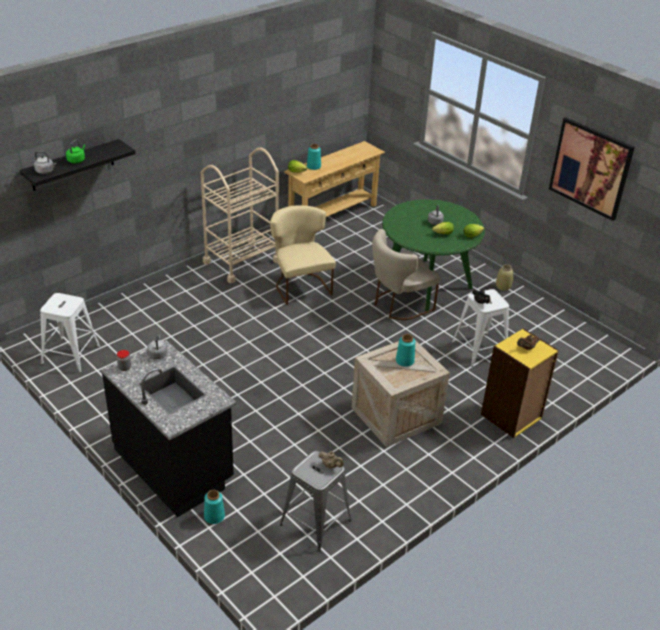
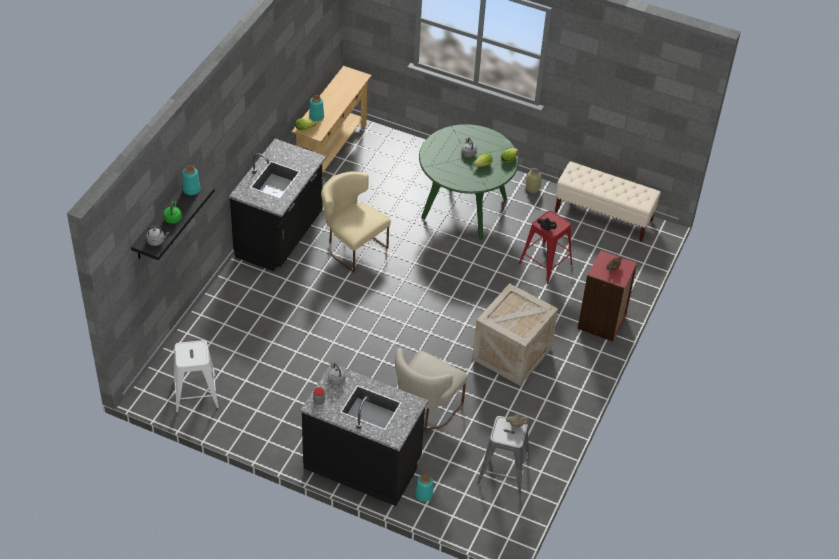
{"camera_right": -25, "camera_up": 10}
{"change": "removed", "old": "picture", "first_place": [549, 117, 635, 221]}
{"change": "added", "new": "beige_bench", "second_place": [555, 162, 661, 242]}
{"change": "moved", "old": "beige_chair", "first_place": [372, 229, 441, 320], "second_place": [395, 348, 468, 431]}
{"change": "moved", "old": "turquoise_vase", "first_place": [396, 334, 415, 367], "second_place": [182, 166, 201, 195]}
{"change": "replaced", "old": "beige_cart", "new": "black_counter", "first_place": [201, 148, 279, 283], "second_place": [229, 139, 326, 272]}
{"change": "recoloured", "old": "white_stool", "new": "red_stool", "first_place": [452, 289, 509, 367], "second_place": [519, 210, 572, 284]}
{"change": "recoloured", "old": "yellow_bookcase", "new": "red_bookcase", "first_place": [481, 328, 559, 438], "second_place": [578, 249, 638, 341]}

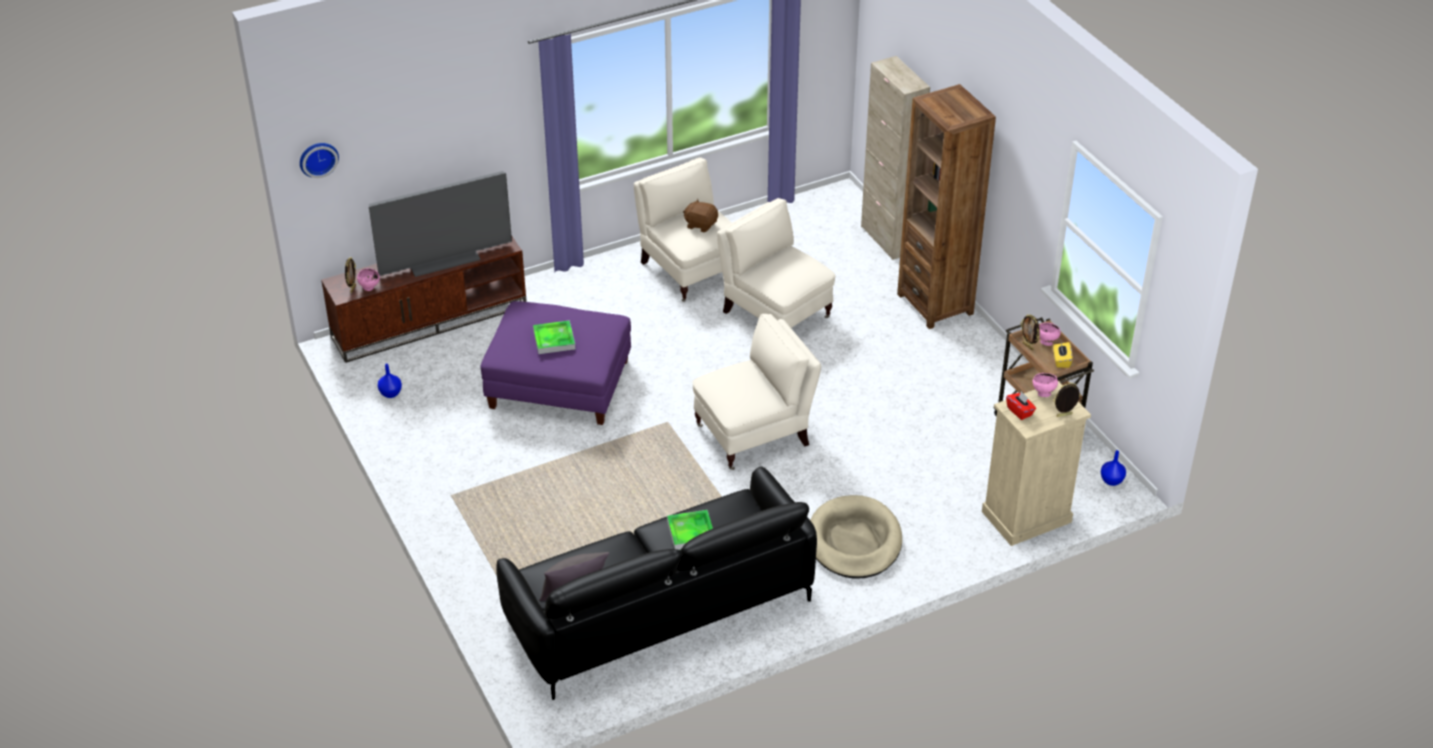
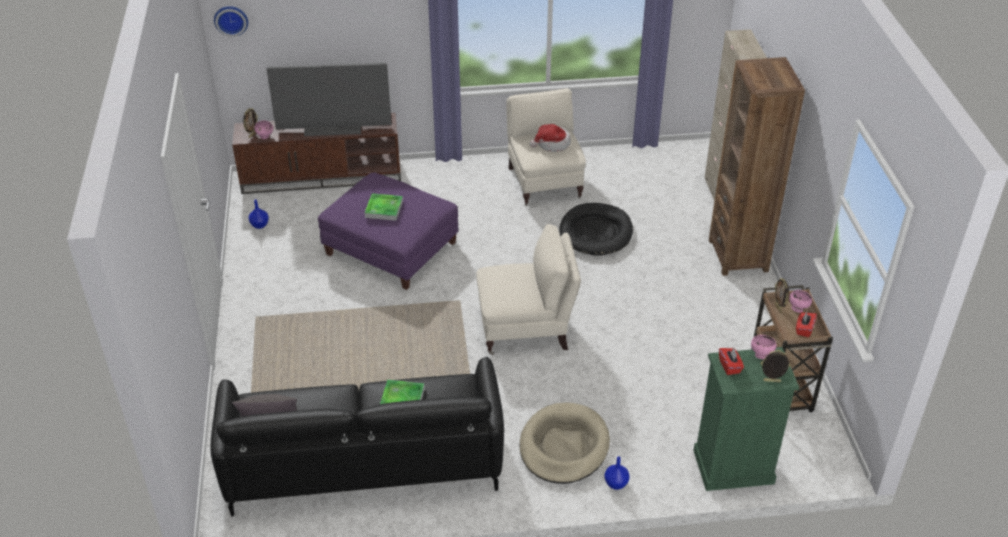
{"camera_right": 20, "camera_up": 0}
{"change": "moved", "old": "blue_vase", "first_place": [1101, 450, 1126, 486], "second_place": [604, 457, 630, 490]}
{"change": "replaced", "old": "brown_plush_toy", "new": "hat", "first_place": [683, 199, 718, 232], "second_place": [530, 124, 571, 152]}
{"change": "replaced", "old": "beige_armchair", "new": "black_dog_bed", "first_place": [717, 198, 836, 328], "second_place": [560, 203, 633, 255]}
{"change": "recoloured", "old": "beige_dresser", "new": "green_dresser", "first_place": [982, 381, 1091, 546], "second_place": [693, 347, 799, 491]}
{"change": "recoloured", "old": "yellow_tissue_box", "new": "red_tissue_box", "first_place": [1053, 342, 1073, 368], "second_place": [796, 311, 817, 337]}

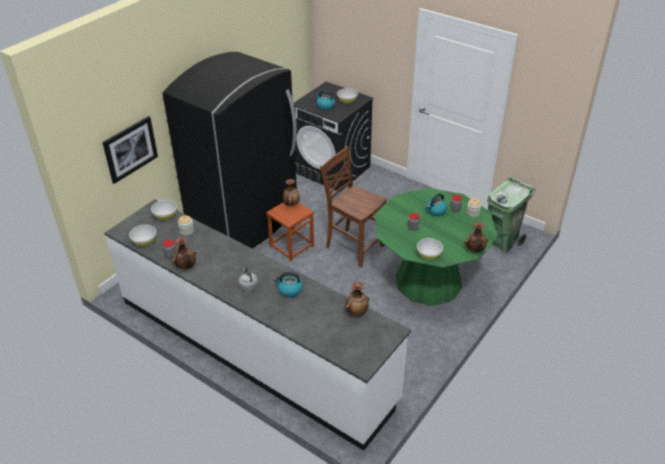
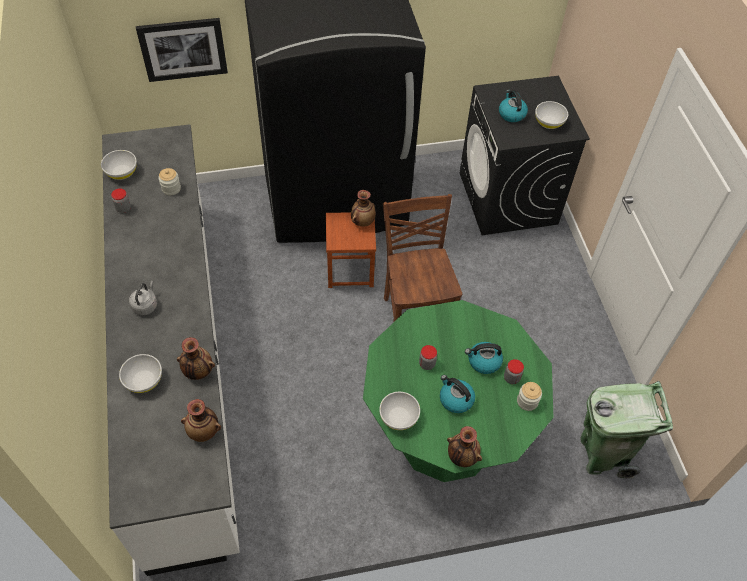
{"camera_right": 40, "camera_up": 15}
{"change": "moved", "old": "white_bowl", "first_place": [151, 200, 177, 220], "second_place": [119, 354, 162, 393]}
{"change": "moved", "old": "vase", "first_place": [172, 237, 196, 269], "second_place": [177, 337, 215, 380]}
{"change": "moved", "old": "kettle", "first_place": [273, 272, 303, 297], "second_place": [440, 375, 475, 413]}

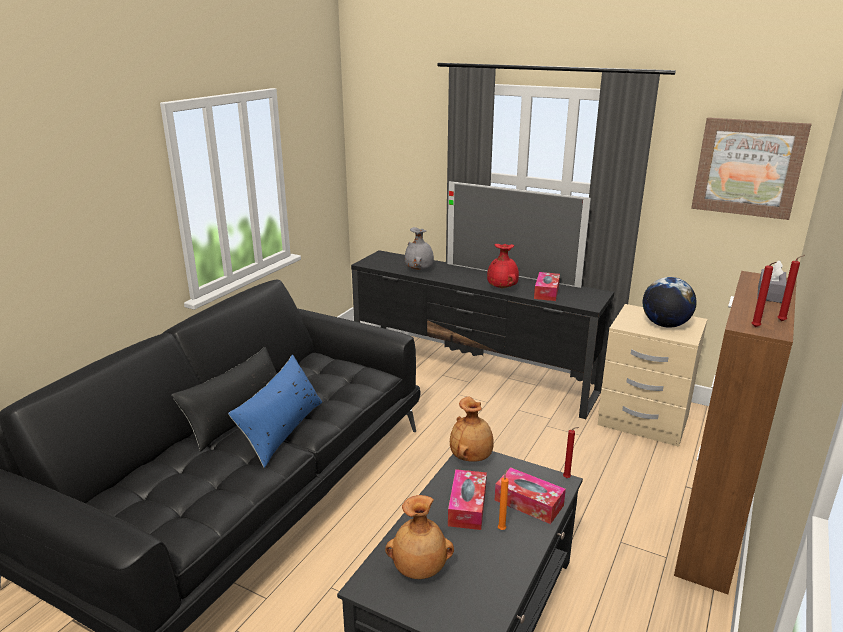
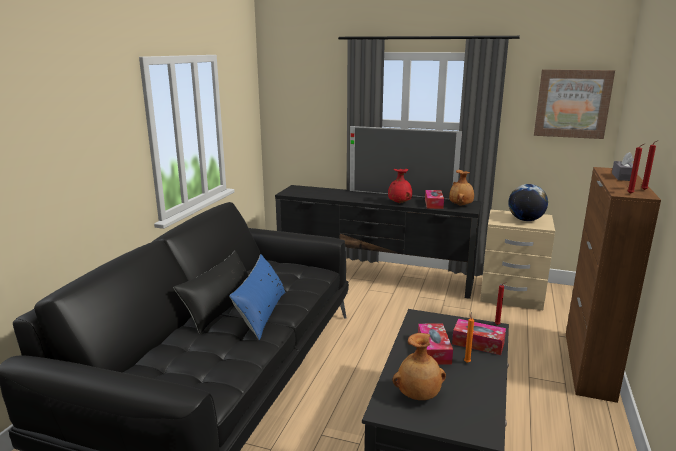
{"camera_right": -10, "camera_up": -5}
{"change": "removed", "old": "grey_vase", "first_place": [405, 227, 434, 270]}
{"change": "moved", "old": "brown_vase", "first_place": [450, 397, 494, 462], "second_place": [449, 170, 474, 206]}

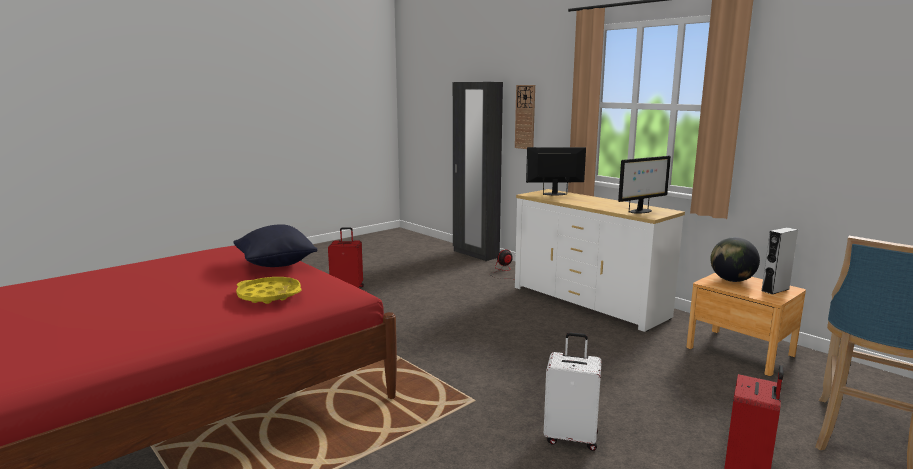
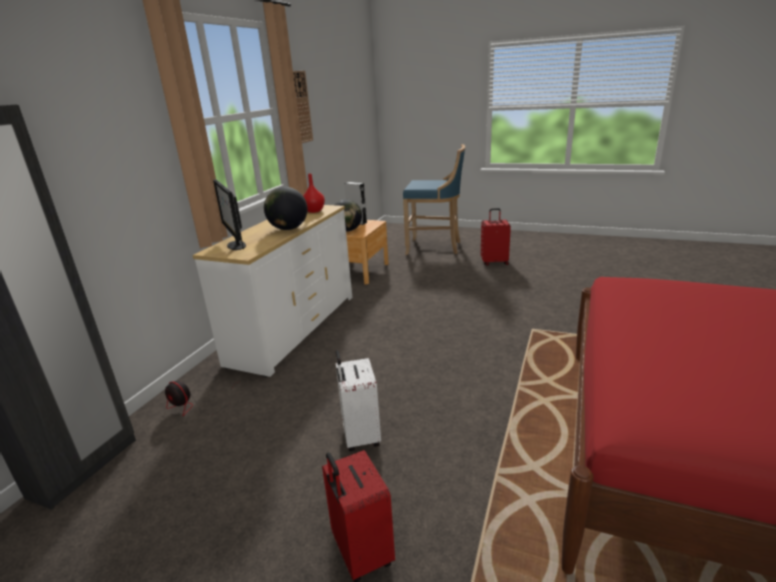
{"camera_right": -115, "camera_up": 10}
{"change": "removed", "old": "black_pillow", "first_place": [233, 224, 318, 267]}
{"change": "removed", "old": "yellow_tray", "first_place": [236, 277, 302, 304]}
{"change": "added", "new": "globe", "second_place": [264, 187, 307, 230]}
{"change": "moved", "old": "wall_clock", "first_place": [515, 85, 535, 149], "second_place": [293, 71, 313, 143]}
{"change": "moved", "old": "white_suitcase", "first_place": [544, 332, 602, 451], "second_place": [336, 350, 381, 451]}
{"change": "replaced", "old": "monitor", "new": "red_vase", "first_place": [618, 156, 671, 214], "second_place": [303, 173, 325, 213]}

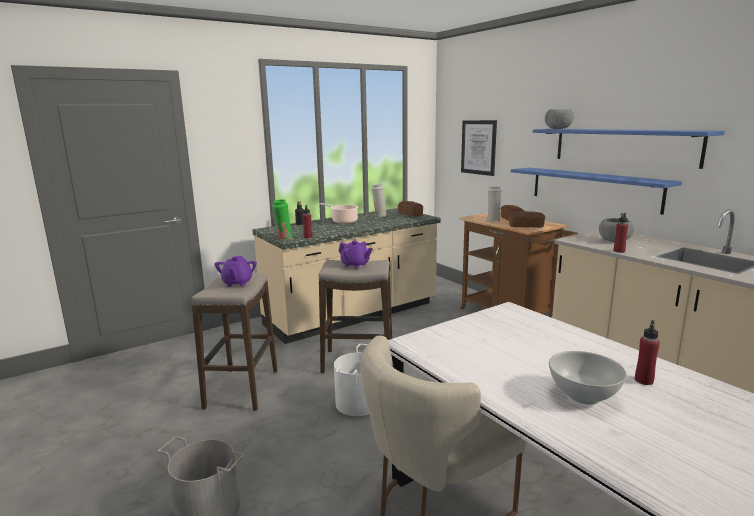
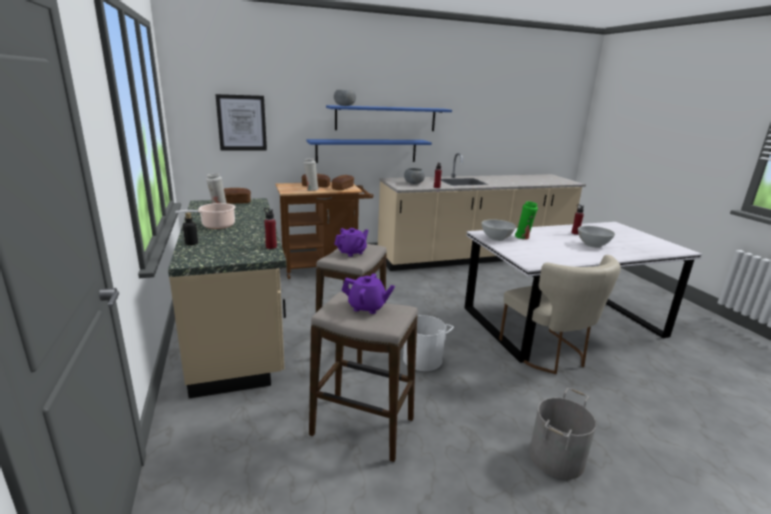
{"camera_right": -75, "camera_up": 5}
{"change": "added", "new": "white_bowl", "second_place": [481, 219, 516, 241]}
{"change": "moved", "old": "green_vase", "first_place": [273, 199, 293, 240], "second_place": [515, 201, 538, 240]}

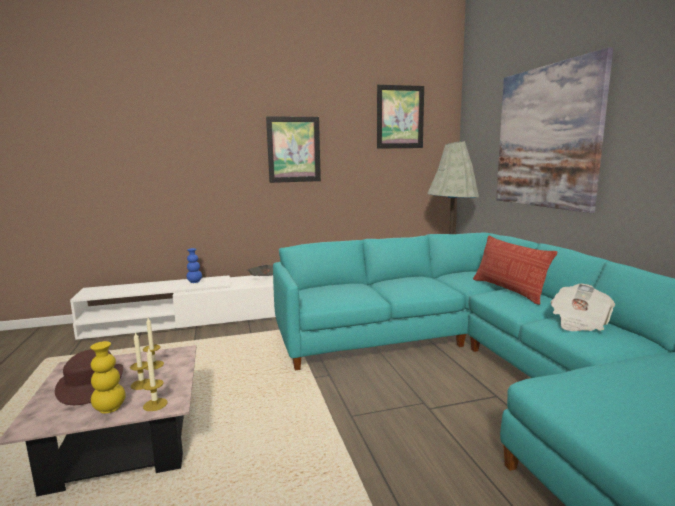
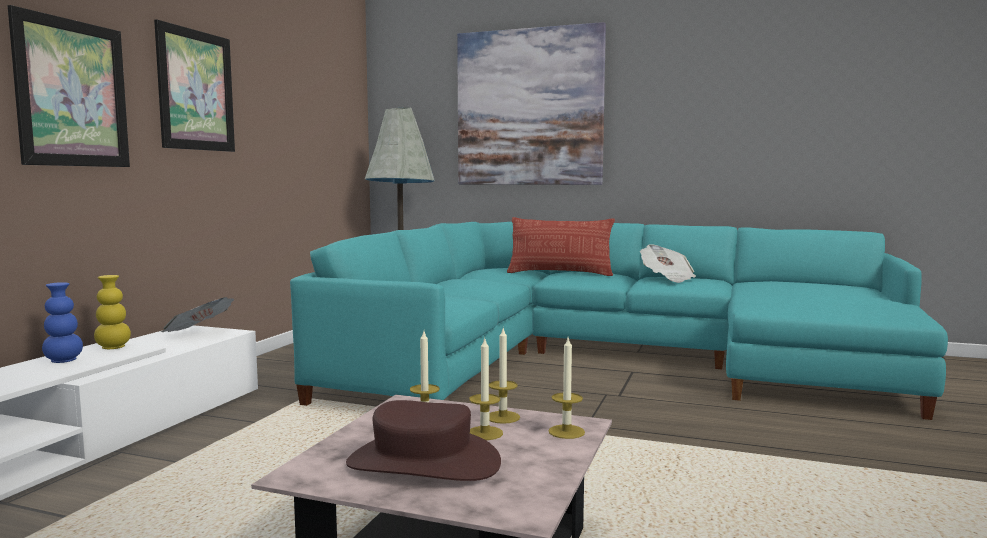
{"camera_right": -55, "camera_up": -5}
{"change": "added", "new": "candle", "second_place": [489, 329, 520, 424]}
{"change": "moved", "old": "yellow_vase", "first_place": [90, 341, 125, 413], "second_place": [94, 275, 131, 349]}
{"change": "moved", "old": "picture", "first_place": [377, 85, 424, 149], "second_place": [8, 5, 130, 167]}

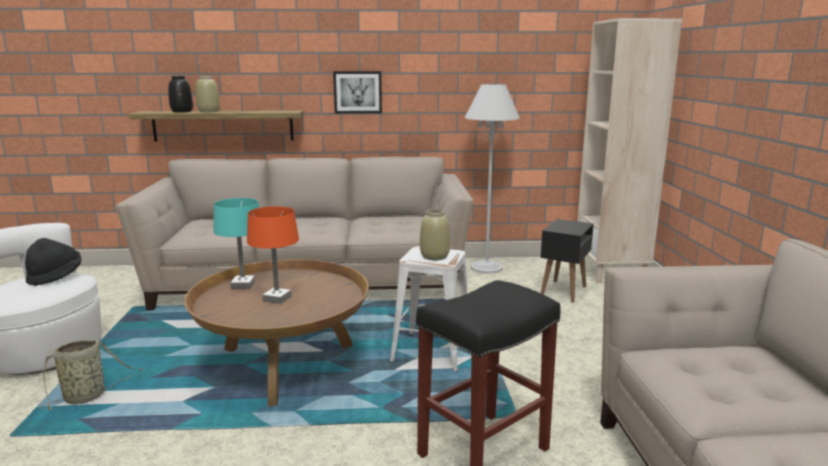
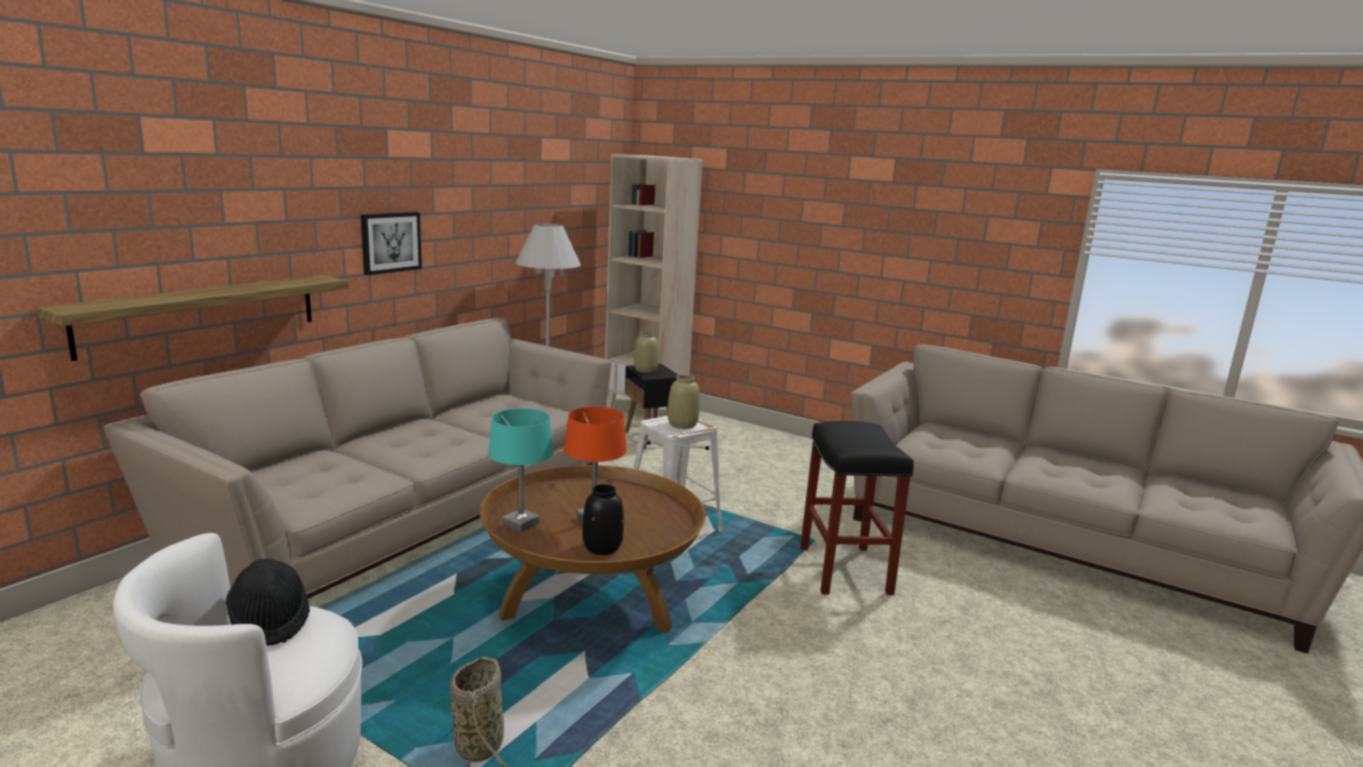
{"camera_right": -55, "camera_up": 0}
{"change": "moved", "old": "black_vase", "first_place": [168, 76, 193, 113], "second_place": [582, 484, 624, 555]}
{"change": "moved", "old": "beige_vase", "first_place": [196, 76, 220, 112], "second_place": [634, 332, 658, 373]}

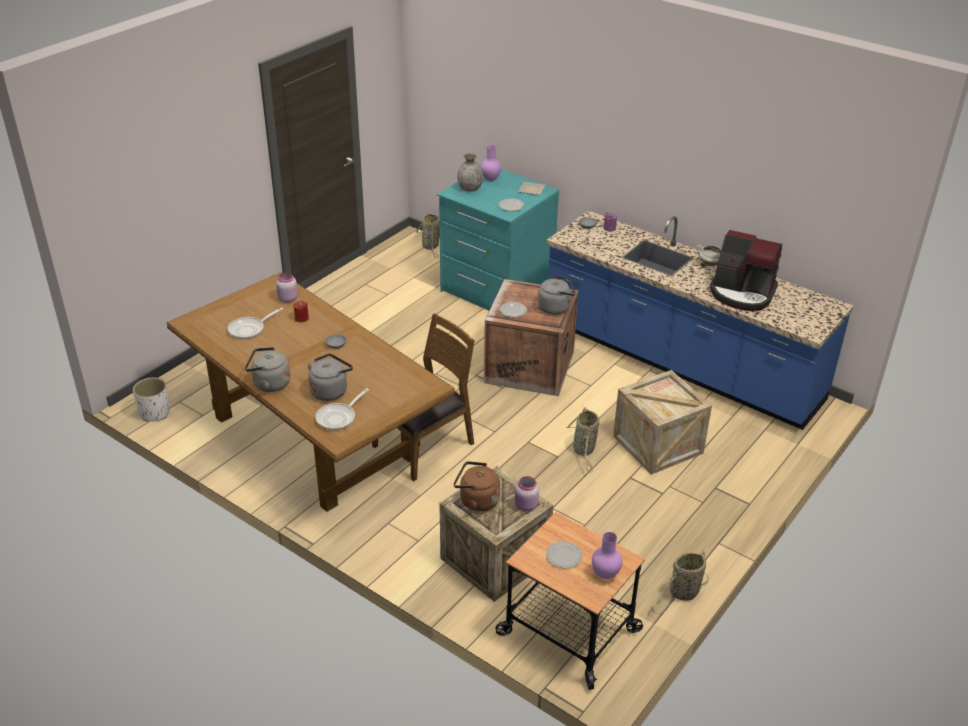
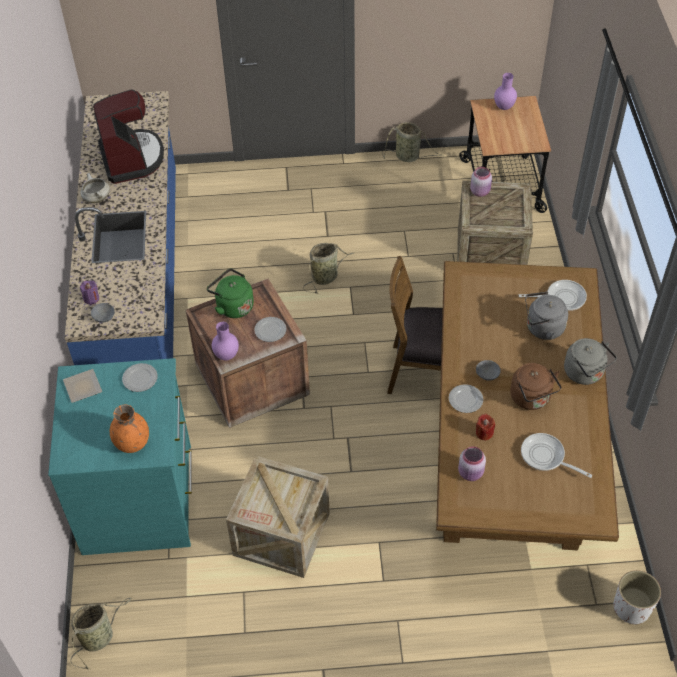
{"camera_right": -130, "camera_up": 15}
{"change": "moved", "old": "brown_kettle", "first_place": [454, 461, 500, 512], "second_place": [510, 363, 561, 410]}
{"change": "moved", "old": "purple_vase", "first_place": [481, 145, 501, 181], "second_place": [212, 322, 239, 360]}
{"change": "moved", "old": "plate", "first_place": [546, 541, 582, 568], "second_place": [449, 384, 483, 413]}
{"change": "moved", "old": "crate", "first_place": [613, 370, 712, 475], "second_place": [226, 456, 330, 578]}
{"change": "recoloured", "old": "grey_vase", "new": "orange_vase", "first_place": [457, 153, 483, 192], "second_place": [110, 405, 149, 453]}
{"change": "recoloured", "old": "grey_kettle", "new": "green_kettle", "first_place": [538, 276, 576, 315], "second_place": [207, 268, 254, 318]}
{"change": "turned", "old": "frying_pan", "first_place": [228, 308, 283, 339], "second_place": [521, 433, 592, 478], "degrees": -150}

